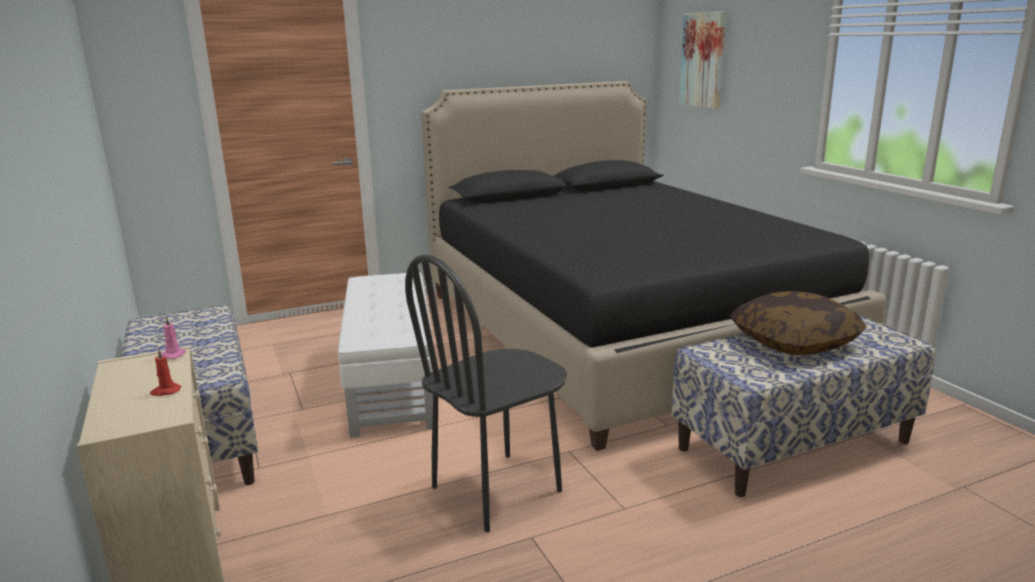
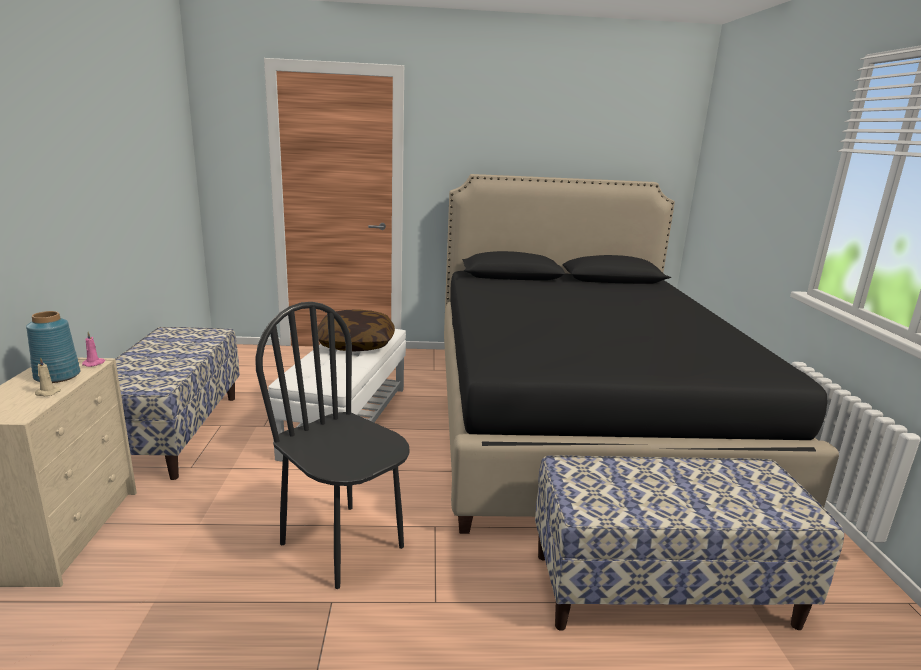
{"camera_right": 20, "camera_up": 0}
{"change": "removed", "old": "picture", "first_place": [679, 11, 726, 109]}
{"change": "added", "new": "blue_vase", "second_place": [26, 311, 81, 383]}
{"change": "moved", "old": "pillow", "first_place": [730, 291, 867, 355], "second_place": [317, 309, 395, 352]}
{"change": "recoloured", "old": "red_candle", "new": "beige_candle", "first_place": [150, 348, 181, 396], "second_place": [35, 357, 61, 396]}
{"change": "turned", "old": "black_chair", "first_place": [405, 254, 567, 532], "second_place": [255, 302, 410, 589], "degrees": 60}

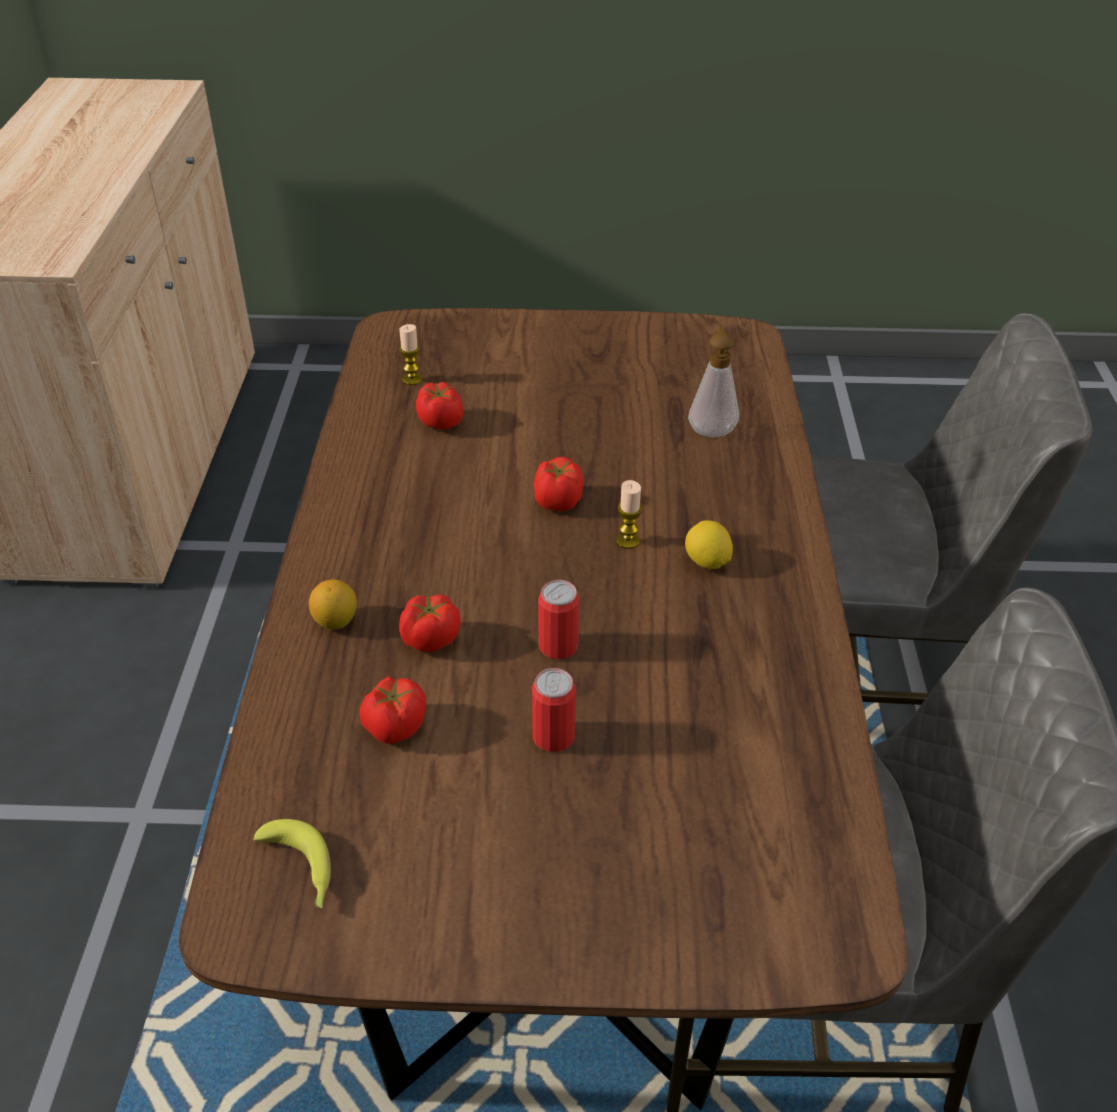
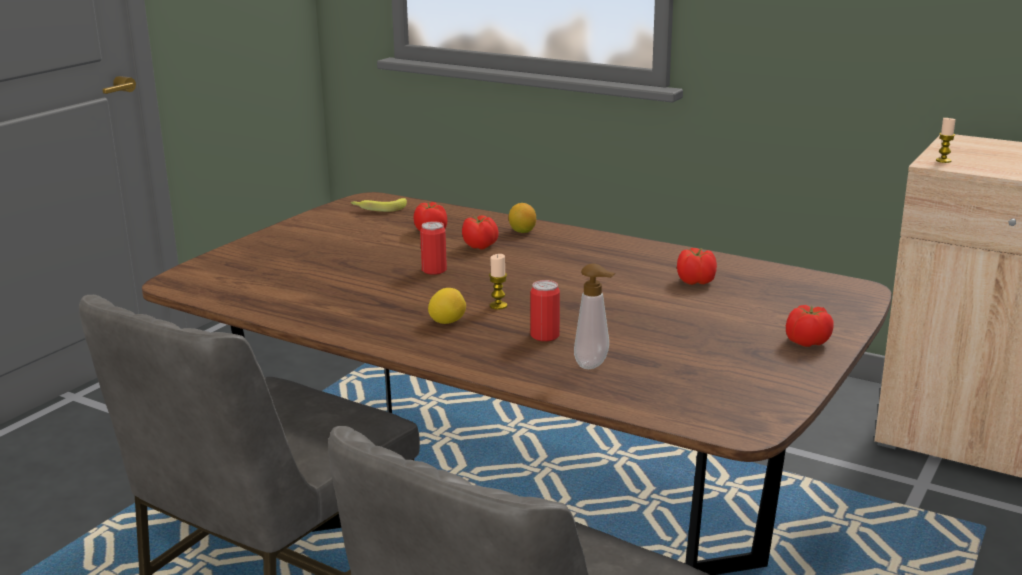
{"camera_right": 120, "camera_up": -20}
{"change": "moved", "old": "candle", "first_place": [399, 324, 422, 385], "second_place": [936, 117, 956, 163]}
{"change": "moved", "old": "can", "first_place": [532, 668, 576, 752], "second_place": [530, 280, 560, 341]}
{"change": "moved", "old": "tomato", "first_place": [534, 457, 583, 511], "second_place": [786, 305, 834, 347]}

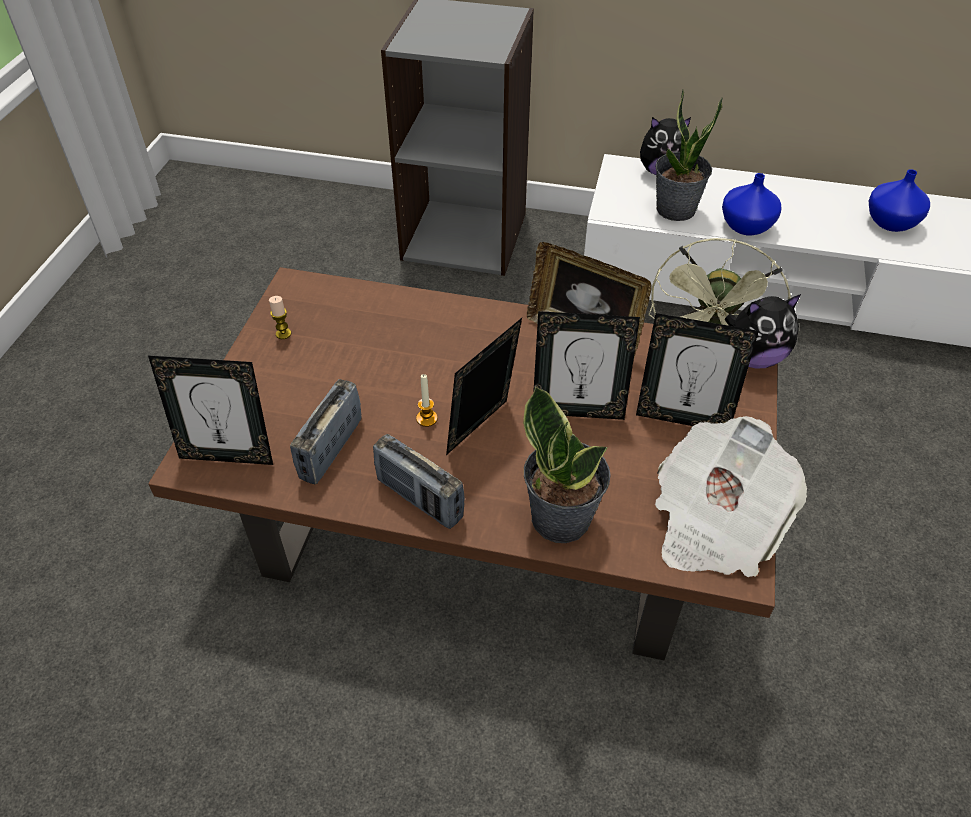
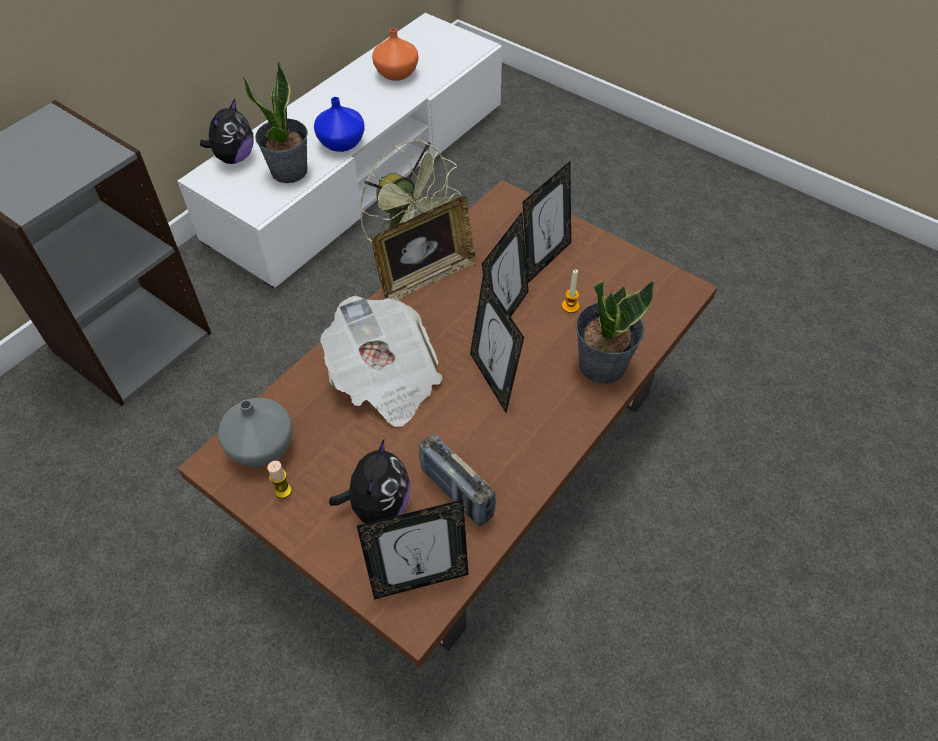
{"camera_right": -65, "camera_up": 5}
{"change": "removed", "old": "radio", "first_place": [373, 434, 465, 529]}
{"change": "added", "new": "grey_vase", "second_place": [218, 398, 293, 467]}
{"change": "moved", "old": "candle", "first_place": [416, 374, 438, 427], "second_place": [562, 269, 580, 313]}
{"change": "moved", "old": "newspaper", "first_place": [655, 416, 807, 577], "second_place": [320, 296, 443, 427]}
{"change": "moved", "old": "plush_toy", "first_place": [724, 294, 801, 369], "second_place": [329, 438, 410, 523]}
{"change": "recoloured", "old": "blue_vase", "new": "orange_vase", "first_place": [869, 169, 930, 232], "second_place": [372, 28, 418, 81]}
{"change": "turned", "old": "picture_frame", "first_place": [148, 356, 273, 465], "second_place": [357, 500, 469, 599], "degrees": 45}

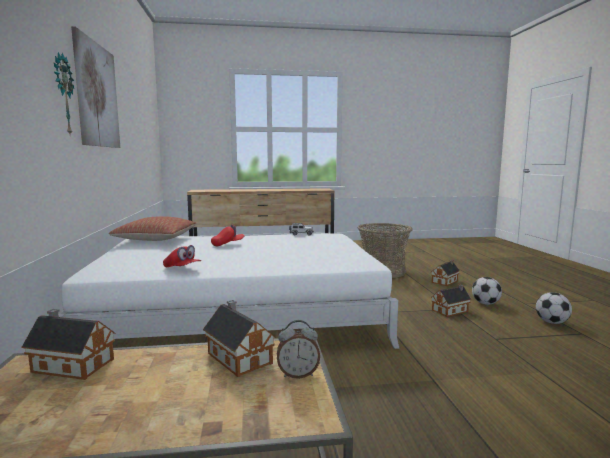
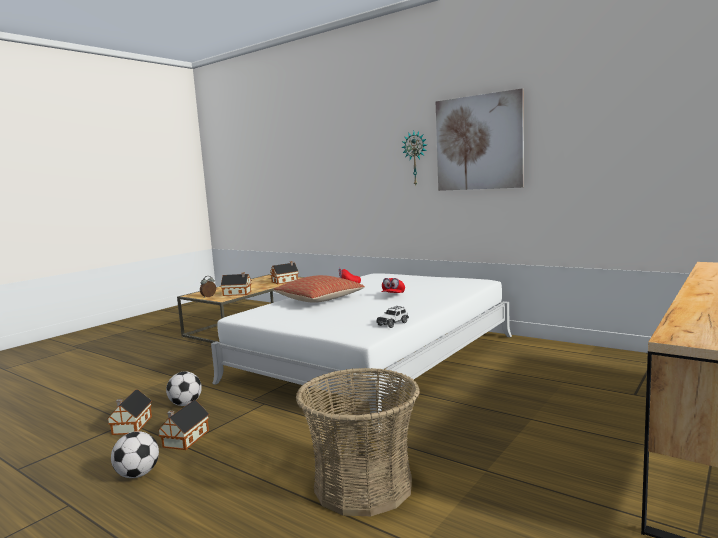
{"camera_right": 135, "camera_up": 0}
{"change": "moved", "old": "pillow", "first_place": [109, 216, 197, 241], "second_place": [273, 275, 365, 303]}
{"change": "moved", "old": "toy_house", "first_place": [432, 260, 460, 286], "second_place": [108, 390, 152, 435]}
{"change": "moved", "old": "football", "first_place": [536, 292, 572, 324], "second_place": [166, 371, 202, 406]}

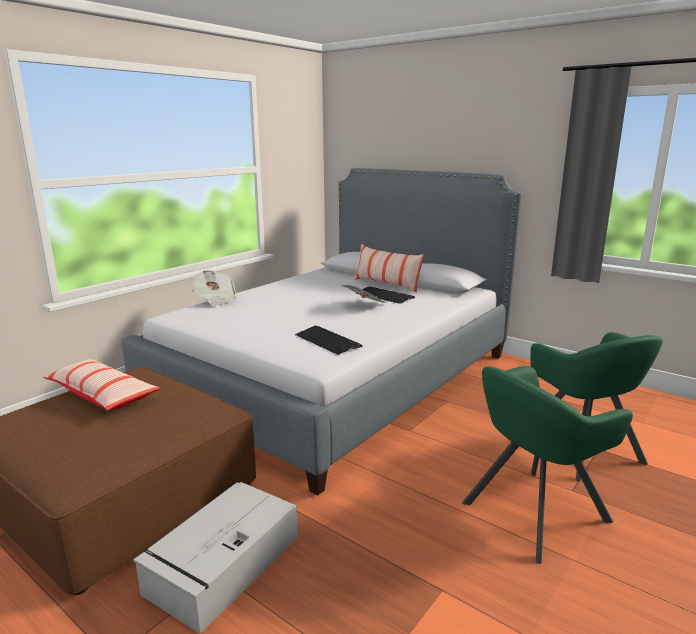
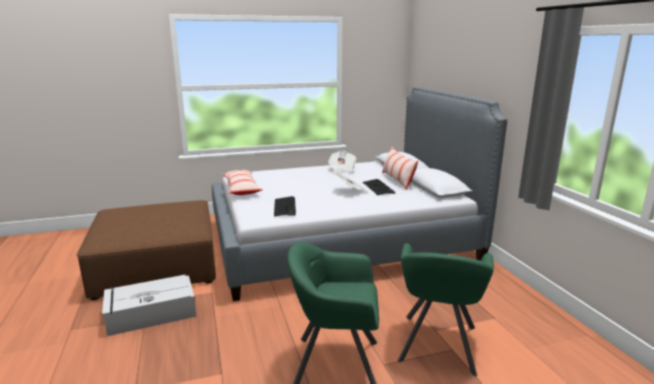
{"camera_right": 35, "camera_up": 0}
{"change": "moved", "old": "pillow", "first_place": [43, 359, 160, 411], "second_place": [222, 170, 262, 195]}
{"change": "moved", "old": "newspaper", "first_place": [192, 270, 236, 306], "second_place": [328, 150, 357, 174]}

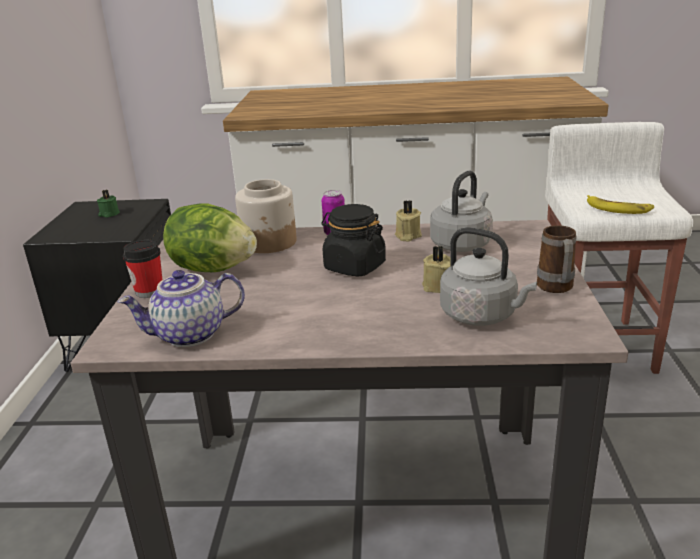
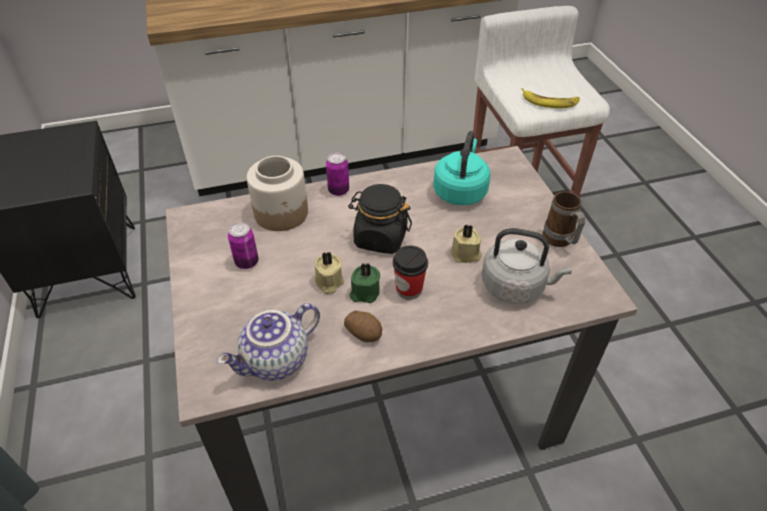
{"camera_right": -20, "camera_up": 20}
{"change": "added", "new": "potato", "second_place": [344, 311, 382, 342]}
{"change": "moved", "old": "green_candle", "first_place": [97, 190, 120, 217], "second_place": [349, 264, 380, 303]}
{"change": "moved", "old": "cup", "first_place": [123, 240, 162, 298], "second_place": [393, 245, 428, 300]}
{"change": "moved", "old": "beige_candle", "first_place": [395, 200, 422, 241], "second_place": [314, 252, 344, 294]}
{"change": "replaced", "old": "lettuce", "new": "can", "first_place": [163, 203, 257, 272], "second_place": [228, 222, 258, 269]}
{"change": "recoloured", "old": "grey_kettle", "new": "turquoise_kettle", "first_place": [430, 170, 493, 252], "second_place": [433, 131, 490, 205]}

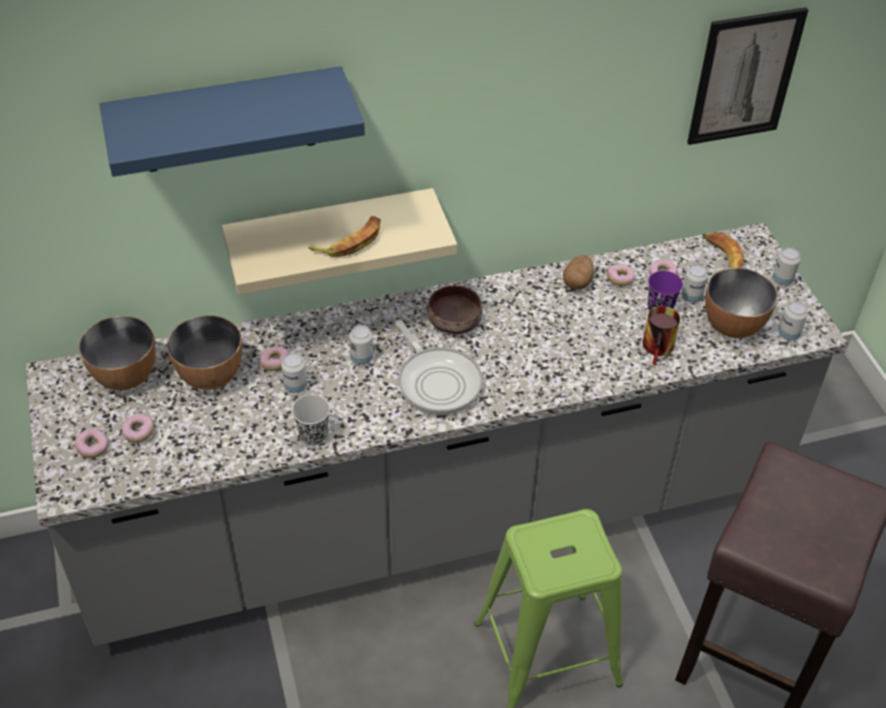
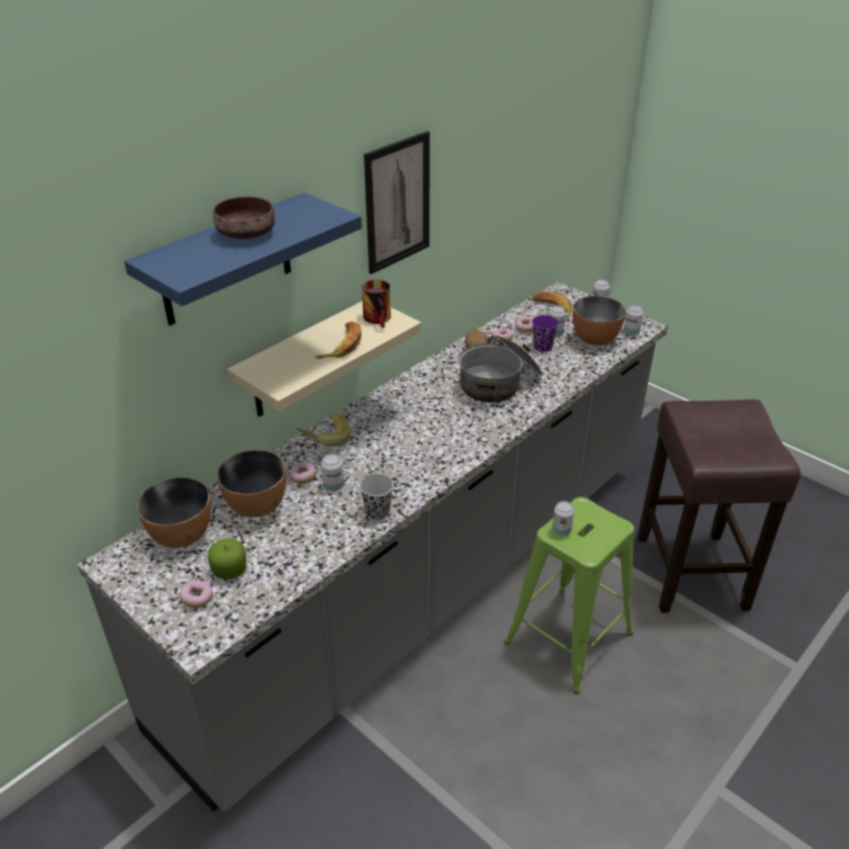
{"camera_right": -30, "camera_up": -10}
{"change": "removed", "old": "frying_pan", "first_place": [396, 321, 483, 415]}
{"change": "added", "new": "banana", "second_place": [297, 413, 351, 447]}
{"change": "added", "new": "cooking_pot", "second_place": [459, 336, 543, 403]}
{"change": "moved", "old": "can", "first_place": [349, 325, 373, 365], "second_place": [552, 501, 574, 536]}
{"change": "moved", "old": "brown_bowl", "first_place": [427, 285, 482, 334], "second_place": [213, 196, 275, 239]}
{"change": "moved", "old": "mug", "first_place": [643, 306, 680, 365], "second_place": [362, 280, 391, 328]}
{"change": "moved", "old": "picture", "first_place": [687, 7, 808, 145], "second_place": [364, 131, 430, 274]}
{"change": "replaced", "old": "donut", "new": "apple", "first_place": [122, 414, 154, 443], "second_place": [208, 538, 246, 580]}

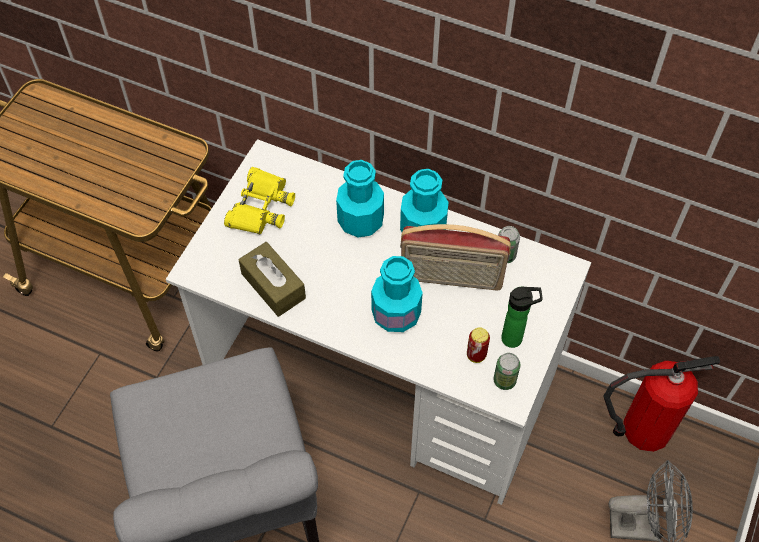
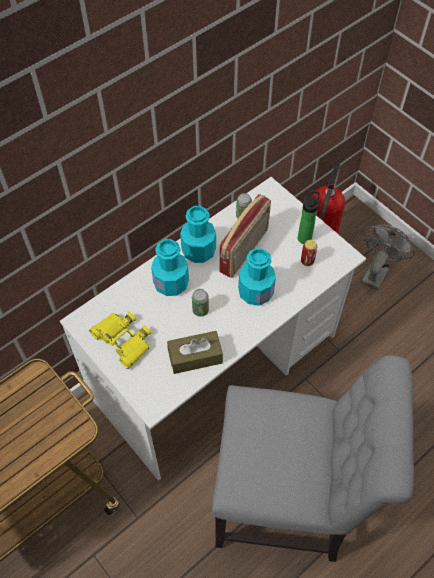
{"camera_right": -65, "camera_up": 0}
{"change": "moved", "old": "can", "first_place": [494, 353, 520, 390], "second_place": [192, 289, 209, 317]}

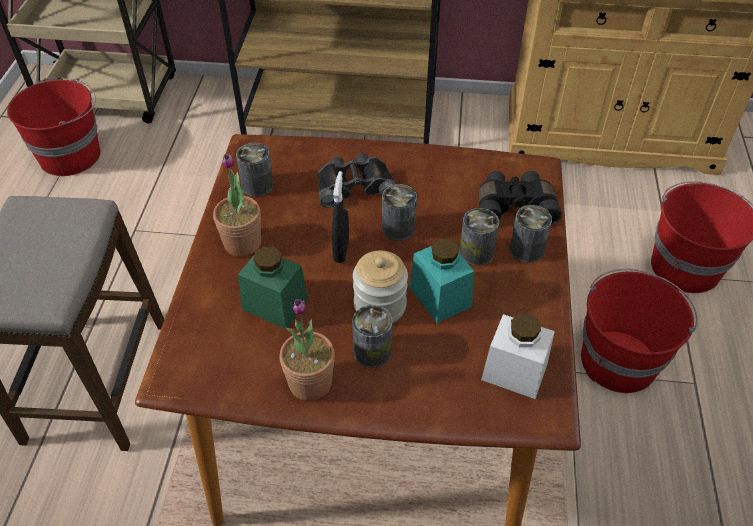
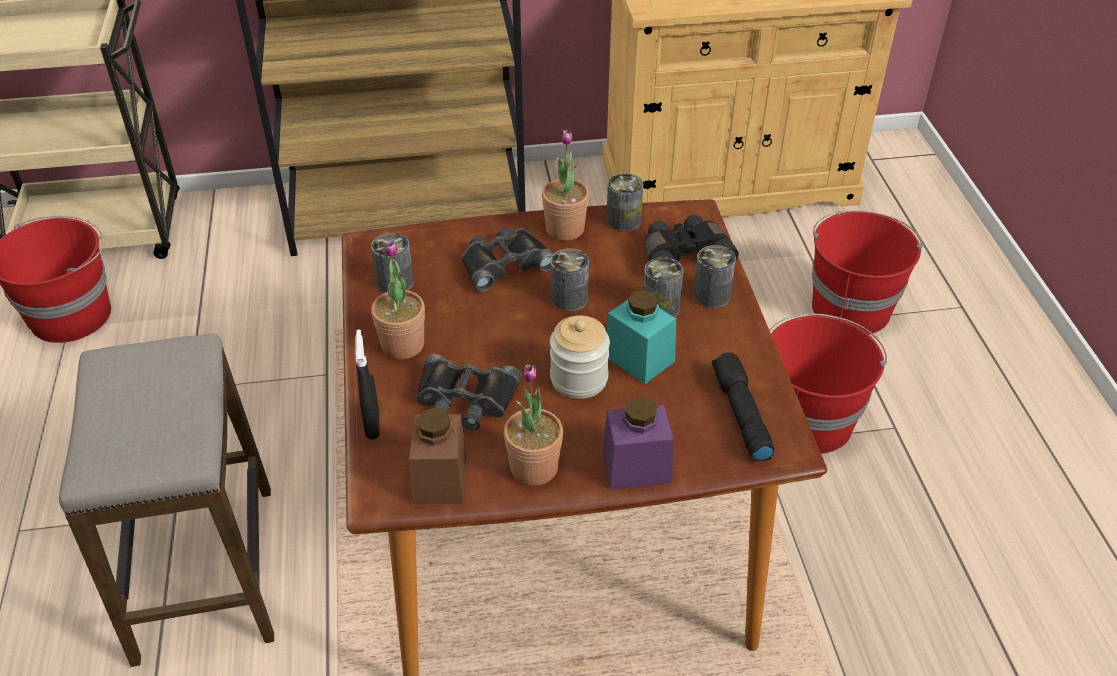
{"camera_right": -15, "camera_up": -5}
{"change": "added", "new": "brown_jar", "second_place": [409, 407, 467, 504]}
{"change": "added", "new": "potted_plant", "second_place": [542, 130, 589, 241]}
{"change": "added", "new": "purple_jar", "second_place": [602, 396, 674, 490]}
{"change": "moved", "old": "black_spray_bottle", "first_place": [332, 171, 349, 263], "second_place": [355, 330, 380, 439]}
{"change": "moved", "old": "can", "first_place": [352, 305, 393, 368], "second_place": [606, 173, 643, 232]}
{"change": "replaced", "old": "green_jar", "new": "black_binoculars", "first_place": [238, 246, 308, 329], "second_place": [416, 354, 522, 430]}
{"change": "replaced", "old": "white_jar", "new": "black_flashlight", "first_place": [481, 314, 555, 399], "second_place": [712, 352, 774, 462]}

